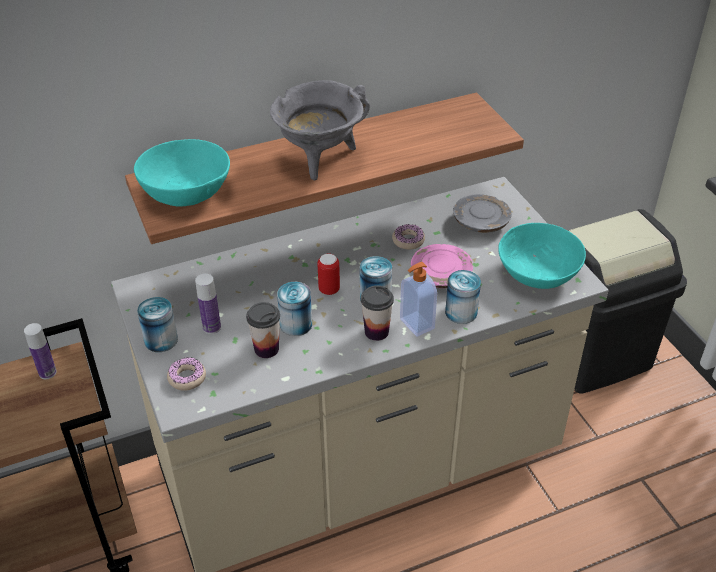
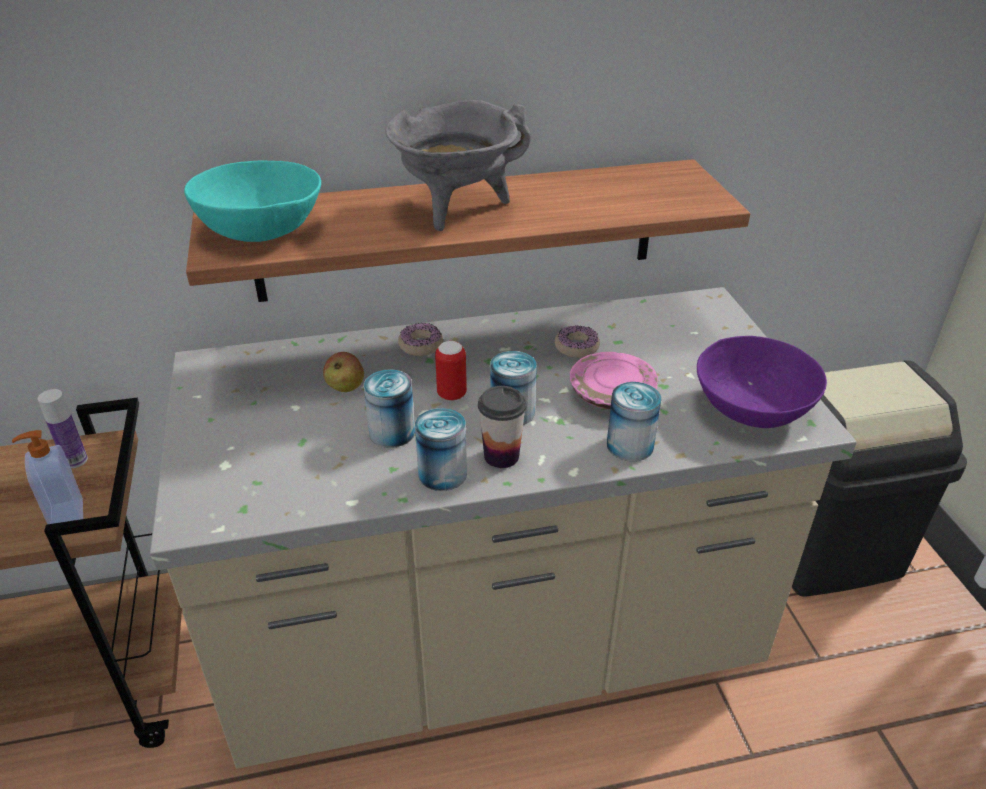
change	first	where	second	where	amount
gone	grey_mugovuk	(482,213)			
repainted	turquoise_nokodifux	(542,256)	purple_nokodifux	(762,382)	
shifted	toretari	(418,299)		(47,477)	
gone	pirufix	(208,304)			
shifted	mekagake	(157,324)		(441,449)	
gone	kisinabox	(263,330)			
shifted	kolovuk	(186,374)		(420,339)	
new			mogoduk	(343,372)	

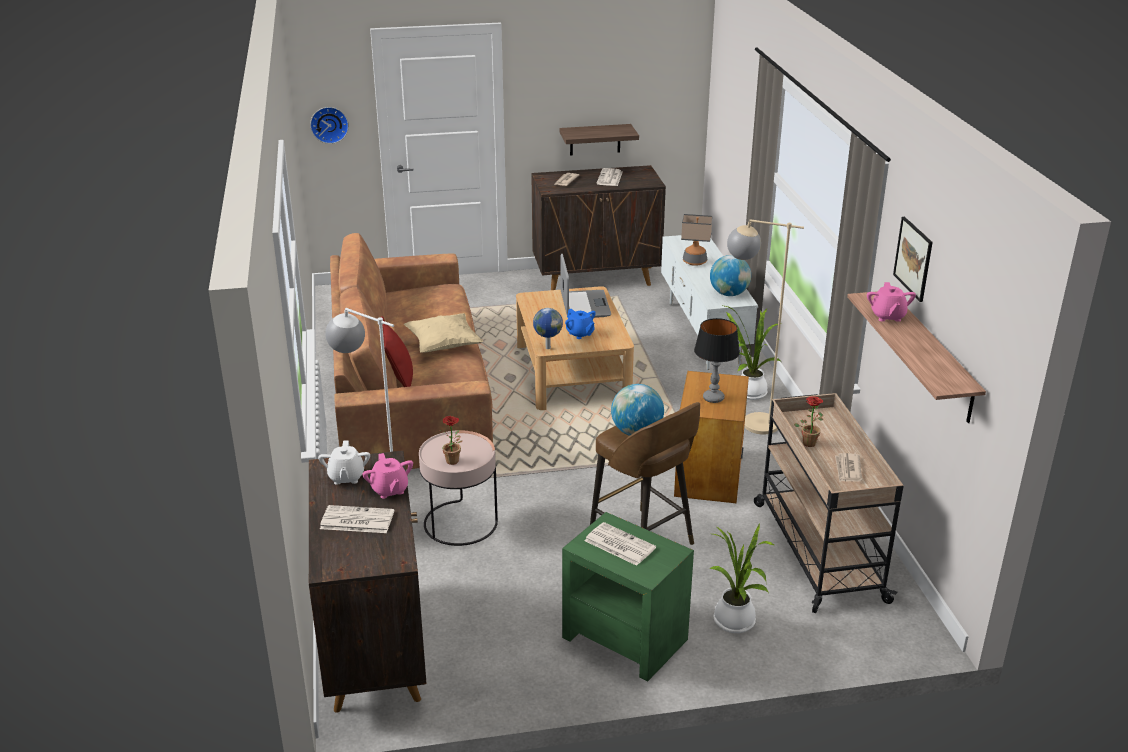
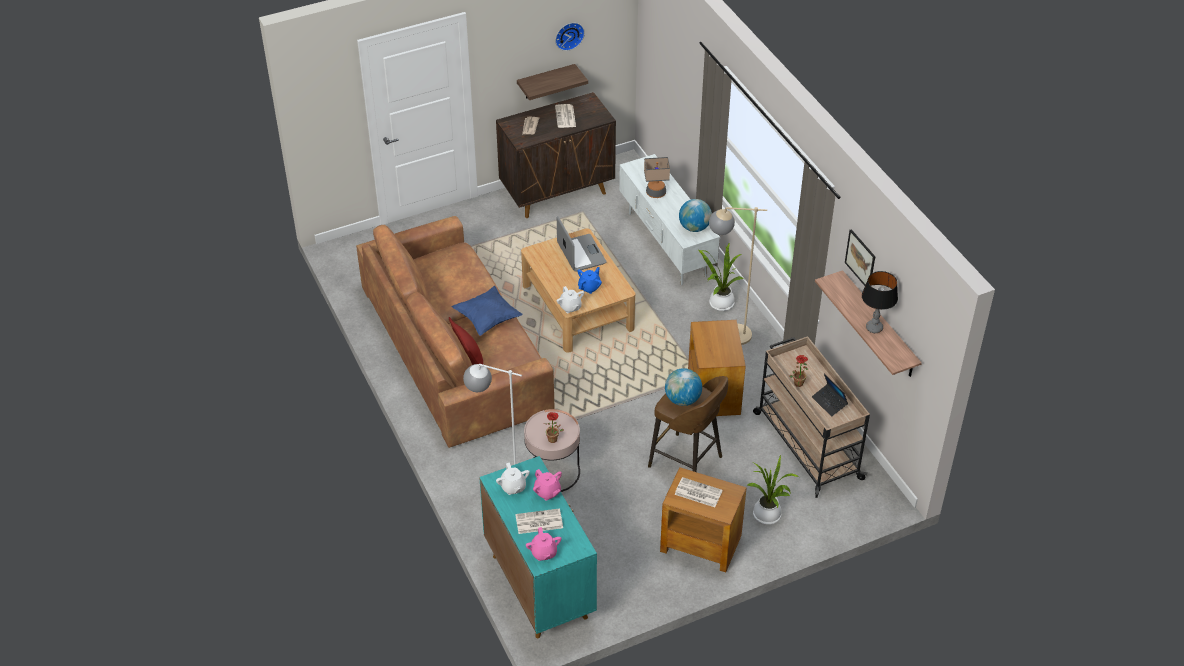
change	first	where	second	where	amount
shifted	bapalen	(329,125)		(570,37)	
shifted	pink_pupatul	(891,302)		(544,544)	
swapped	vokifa	(548,328)	white_pupatul	(570,299)	
rotated	blue_pupatul	(580,324)		(590,280)	90 degrees counterclockwise
repainted	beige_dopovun	(443,333)	blue_dopovun	(487,311)	
shifted	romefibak	(717,360)		(880,302)	
repainted	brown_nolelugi	(368,582)	turquoise_nolelugi	(538,547)	
swapped	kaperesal	(848,467)	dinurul	(830,395)	
repainted	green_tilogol	(628,597)	brown_tilogol	(703,519)	

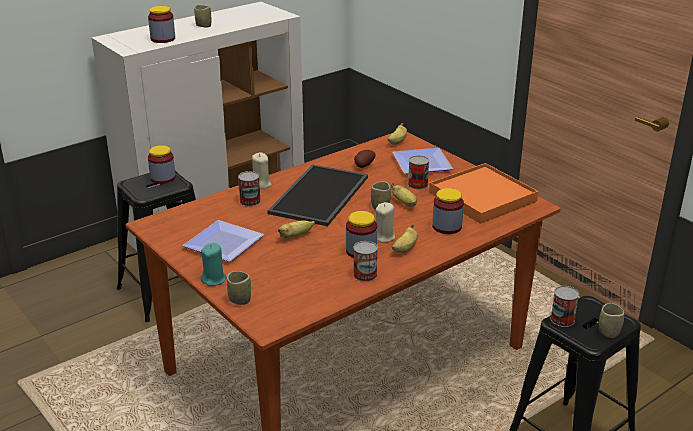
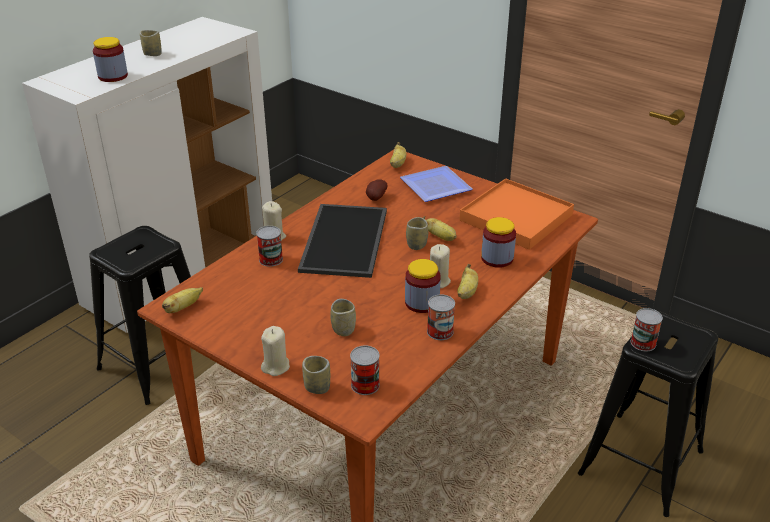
change	first	where	second	where	amount
gone	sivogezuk	(162,164)			
shifted	mekagake	(418,172)		(365,370)	
gone	mugovuk	(223,241)			
shifted	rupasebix	(296,229)		(182,300)	
repainted	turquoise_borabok	(214,264)	beige_borabok	(275,351)	
shifted	kisinabox	(611,320)		(343,317)	

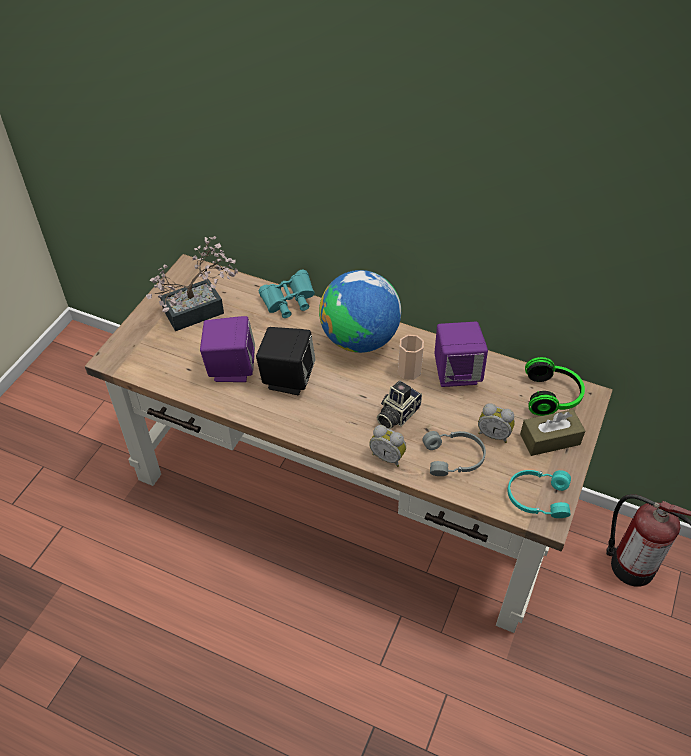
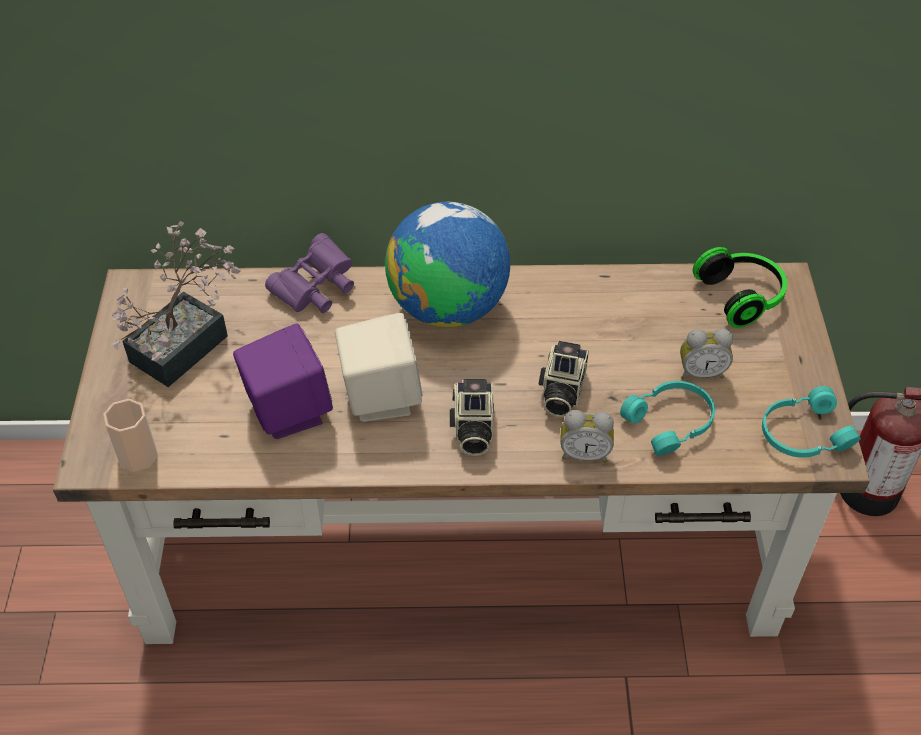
change	first	where	second	where	amount
repainted	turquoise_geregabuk	(287,294)	purple_geregabuk	(309,273)	
gone	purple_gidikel	(461,354)			
repainted	black_gidikel	(286,361)	beige_gidikel	(379,367)	
shifted	kisinabox	(411,357)		(130,435)	
gone	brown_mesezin	(552,432)			
repainted	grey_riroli	(454,453)	turquoise_riroli	(667,418)	
new			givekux	(472,417)	

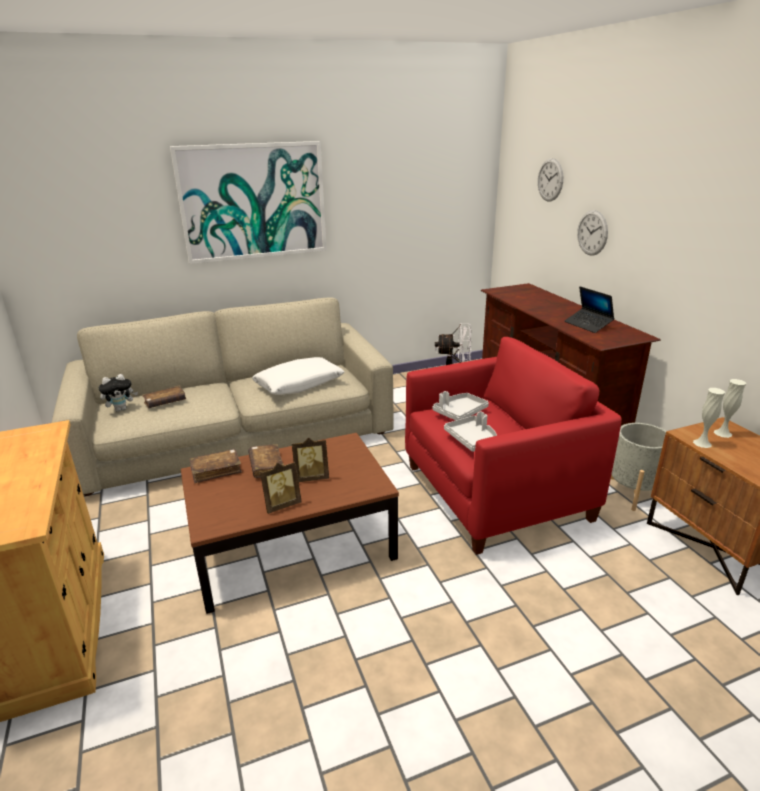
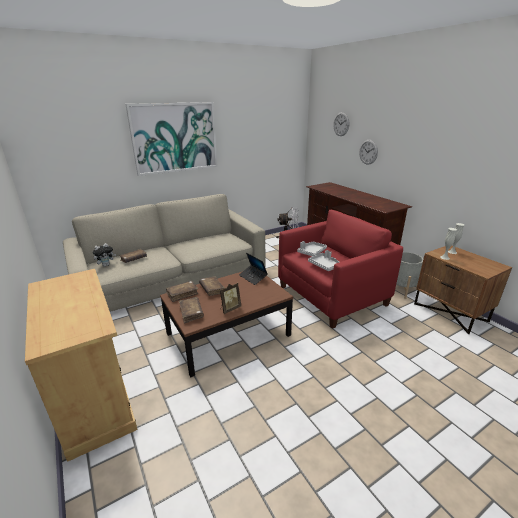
change	first	where	second	where	amount
shifted	dinurul	(589,310)		(253,269)	
gone	white_dopovun	(298,376)			
gone	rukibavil	(310,460)			
new			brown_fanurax	(191,310)	

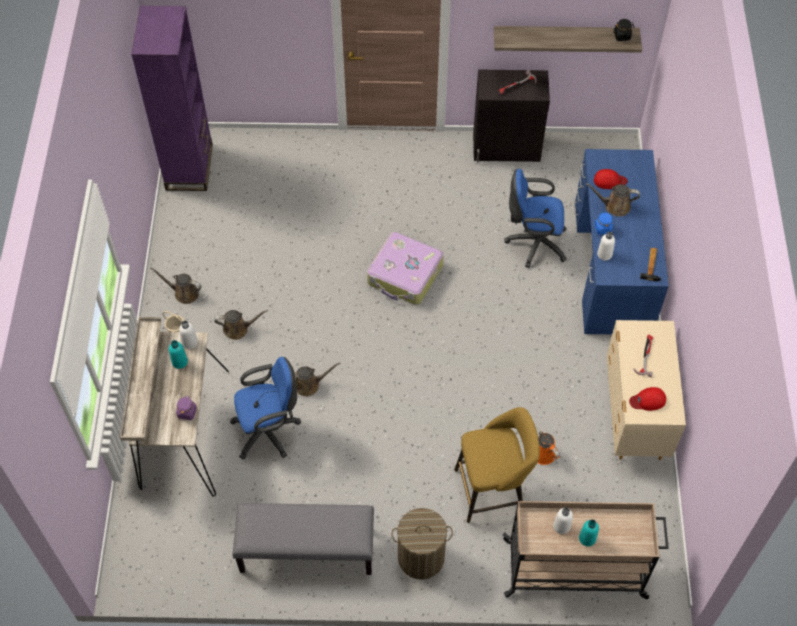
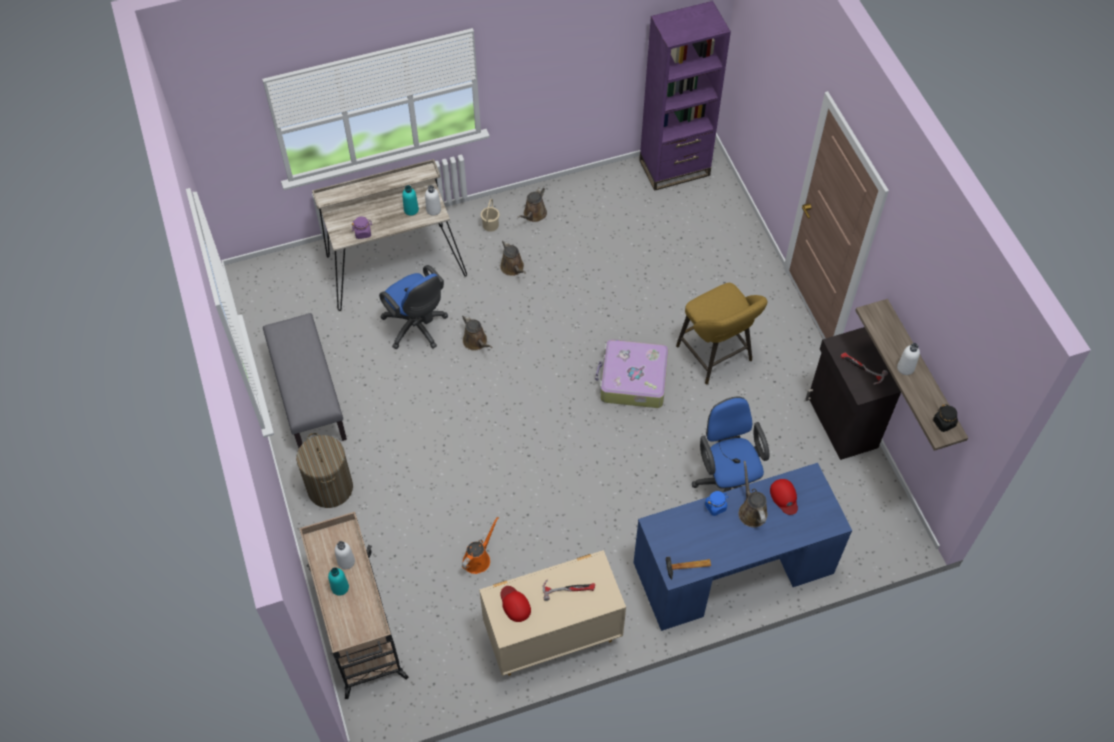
change	first	where	second	where	amount
shifted	white_pirufix	(606,246)		(908,359)	
rotated	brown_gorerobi	(176,285)		(532,204)	150 degrees counterclockwise
shifted	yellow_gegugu	(497,465)		(721,333)	

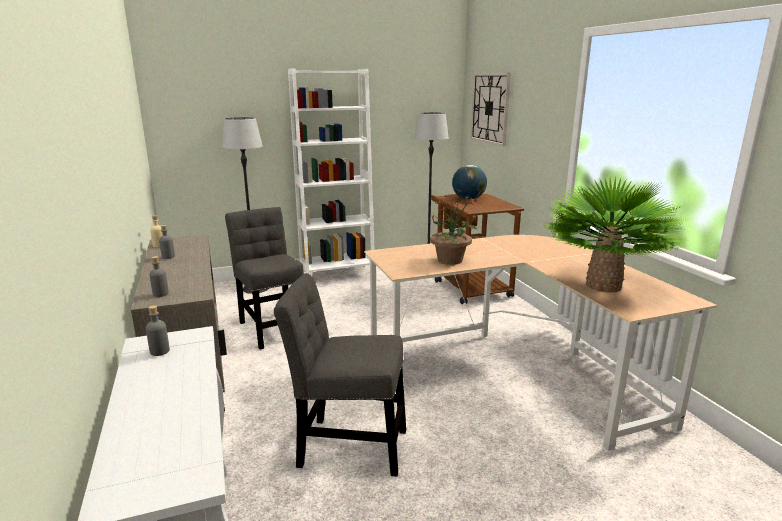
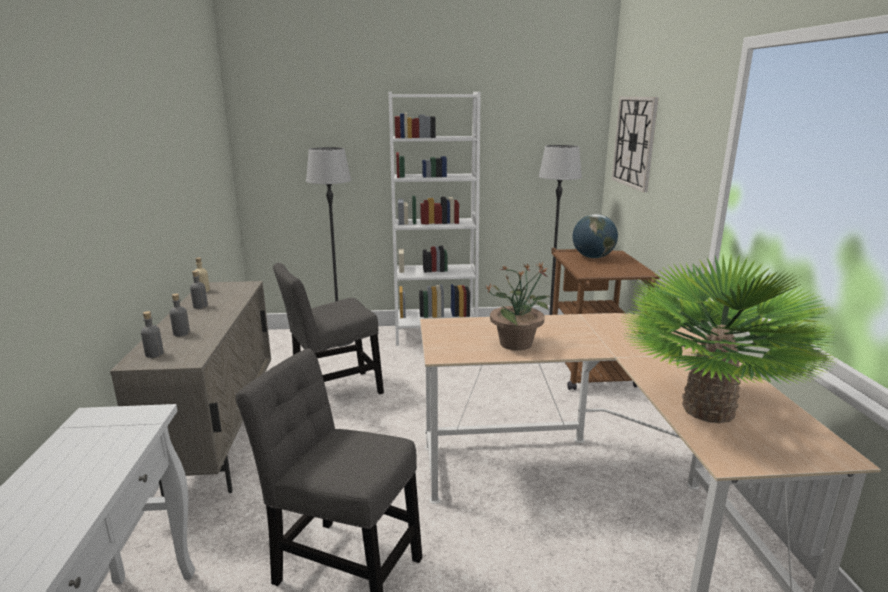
change	first	where	second	where	amount
rotated	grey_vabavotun	(264,278)		(328,328)	105 degrees counterclockwise
shifted	grey_pirufix	(158,330)		(180,314)	

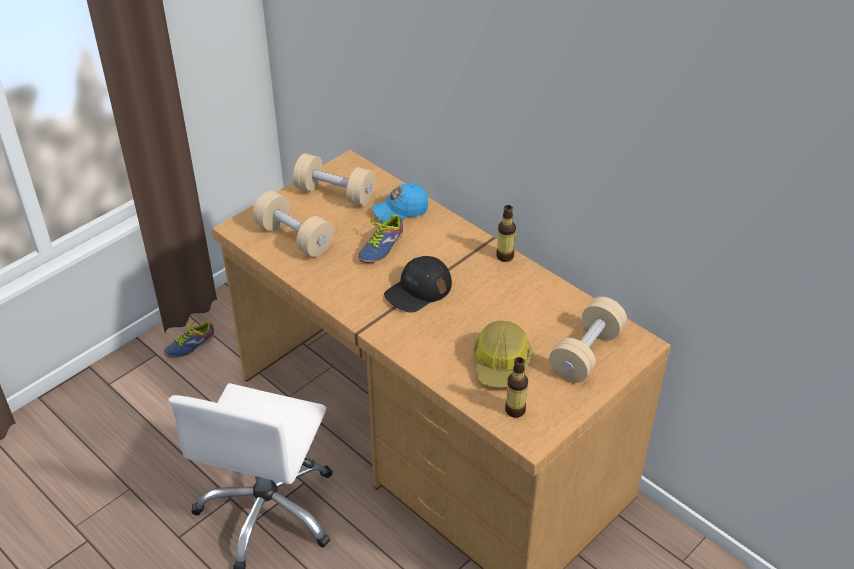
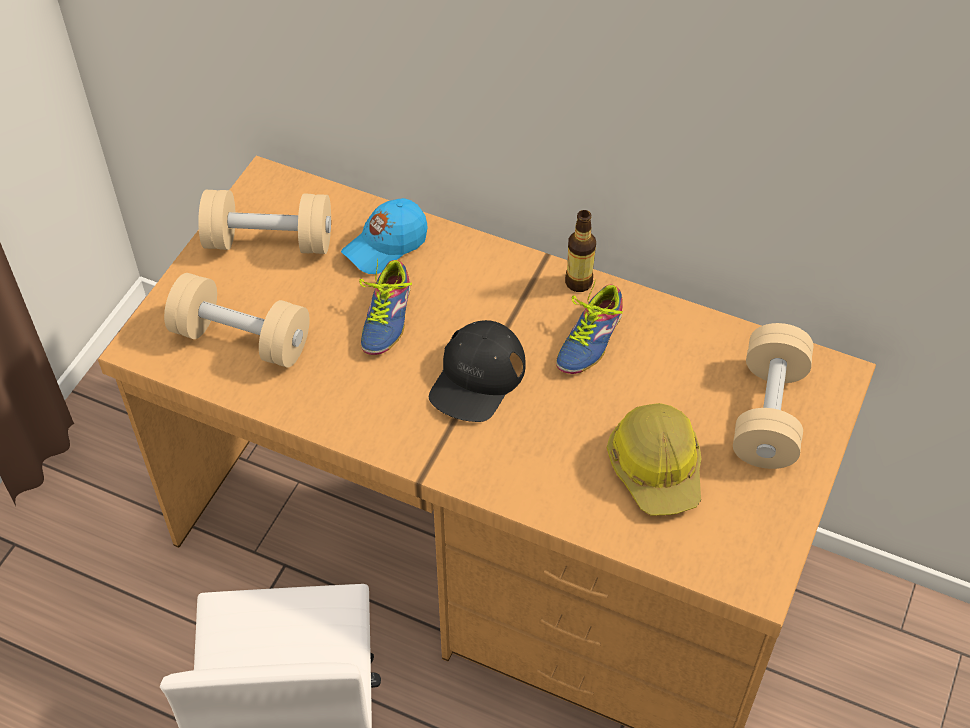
change	first	where	second	where	amount
shifted	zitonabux	(189,338)		(589,326)	
gone	pirufix	(516,387)			

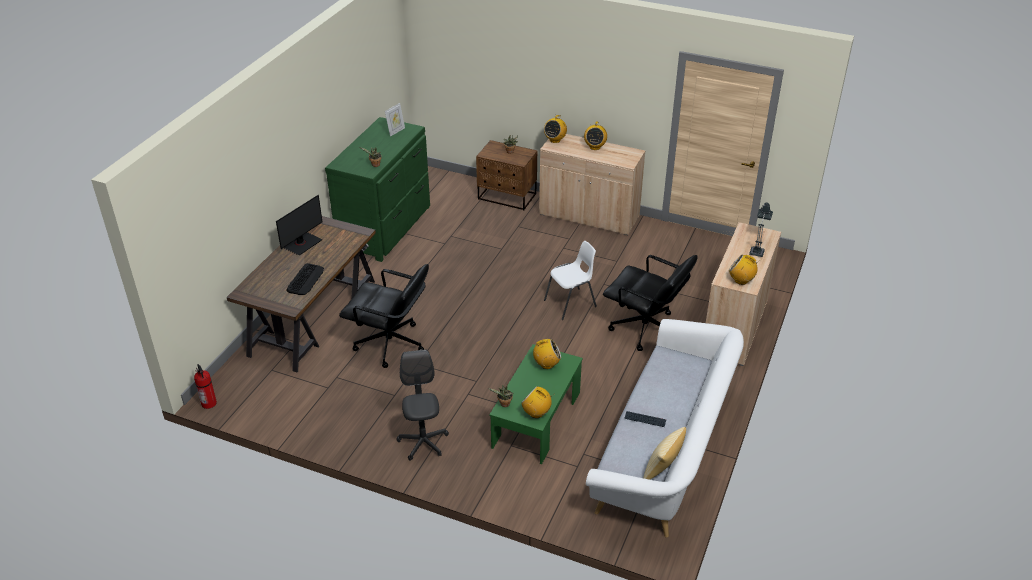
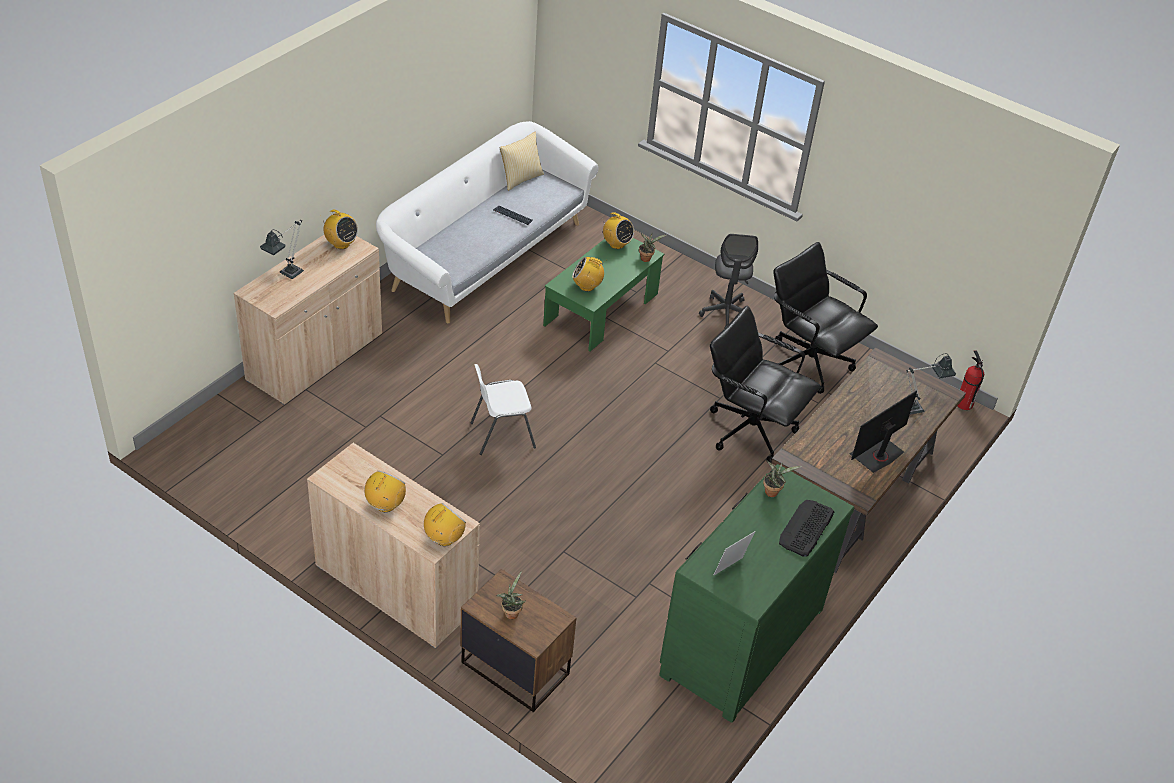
change	first	where	second	where	amount
shifted	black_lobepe	(650,303)		(825,318)	
shifted	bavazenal	(305,279)		(806,528)	
new			romefibak	(931,384)	

